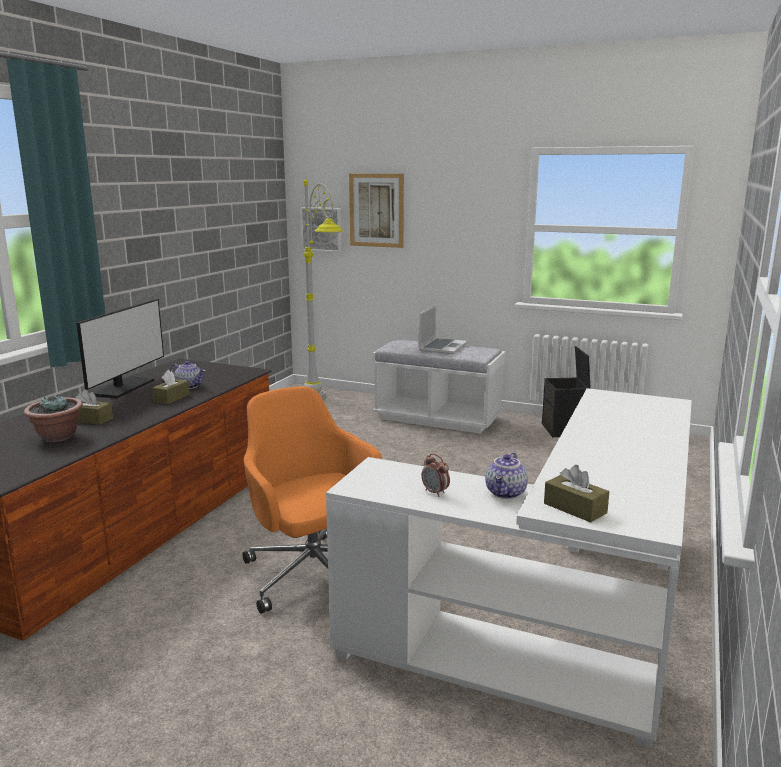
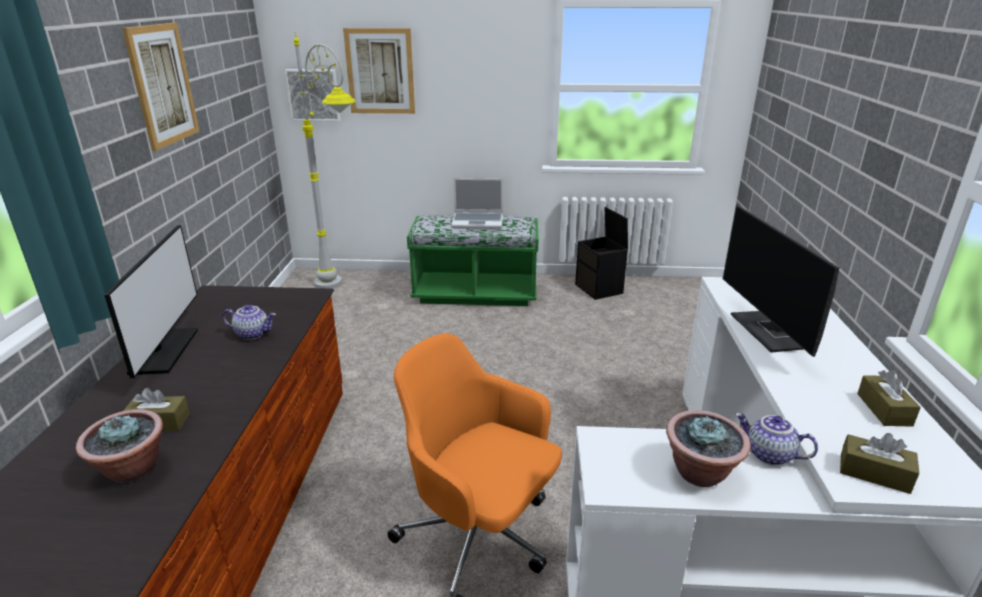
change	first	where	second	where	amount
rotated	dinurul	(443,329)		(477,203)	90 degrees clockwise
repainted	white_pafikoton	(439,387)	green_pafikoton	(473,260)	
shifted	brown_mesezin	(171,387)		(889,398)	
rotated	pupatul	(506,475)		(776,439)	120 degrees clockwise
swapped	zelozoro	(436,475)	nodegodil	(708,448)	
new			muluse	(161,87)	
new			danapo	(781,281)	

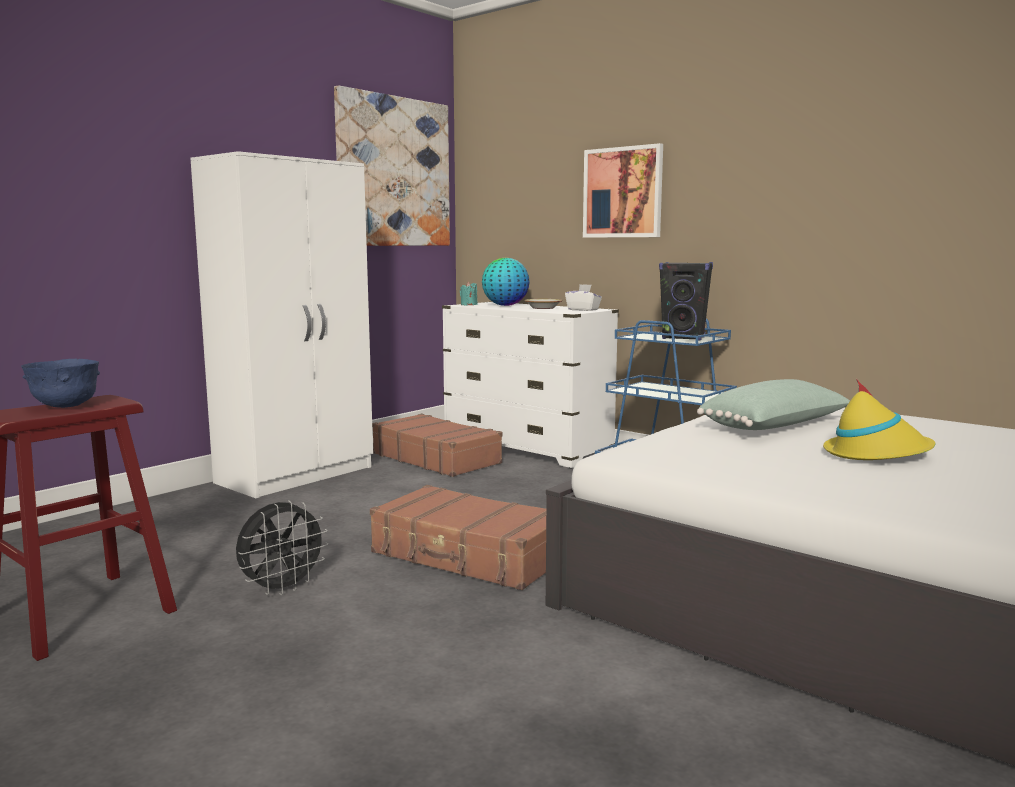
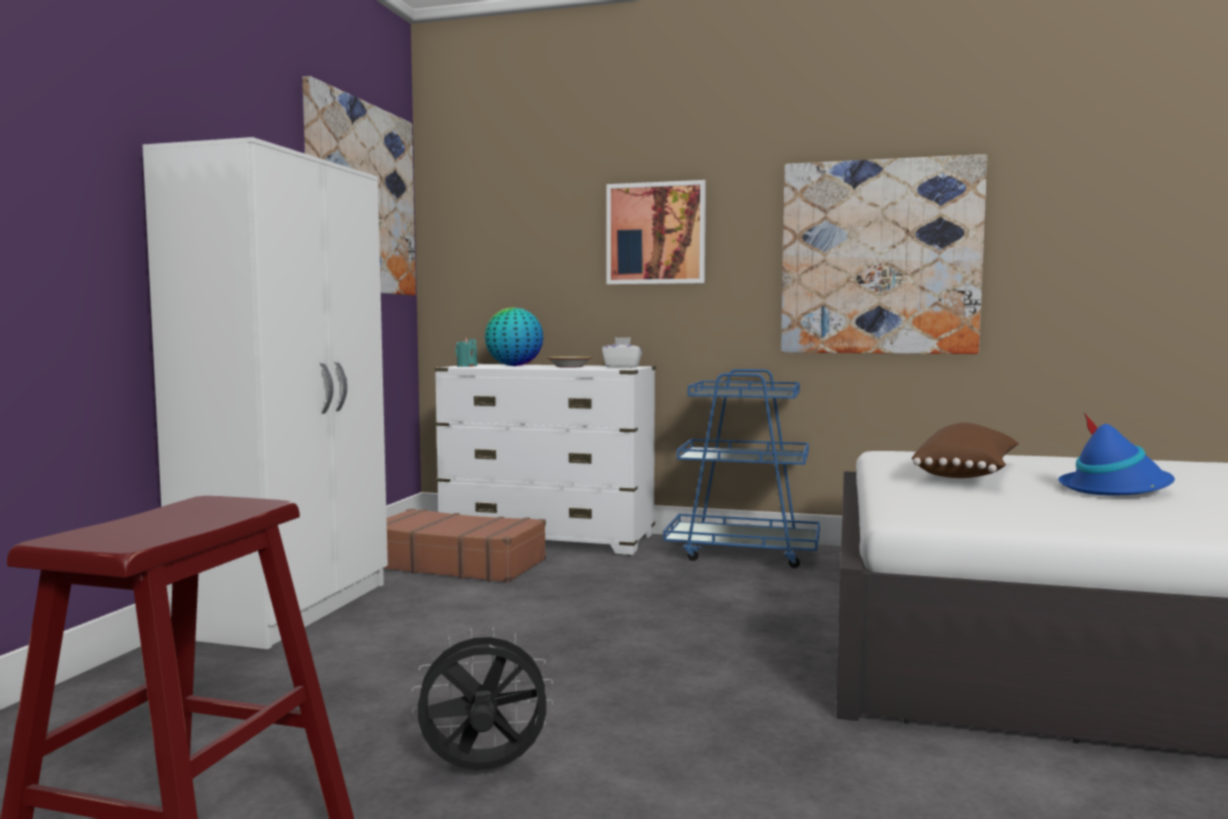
change	first	where	second	where	amount
gone	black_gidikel	(686,301)			
gone	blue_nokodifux	(60,383)			
repainted	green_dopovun	(773,404)	brown_dopovun	(965,450)	
repainted	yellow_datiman	(879,419)	blue_datiman	(1116,454)	
gone	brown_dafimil	(458,537)			
rotated	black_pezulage	(282,547)		(482,698)	120 degrees counterclockwise
new			muluse	(884,254)	

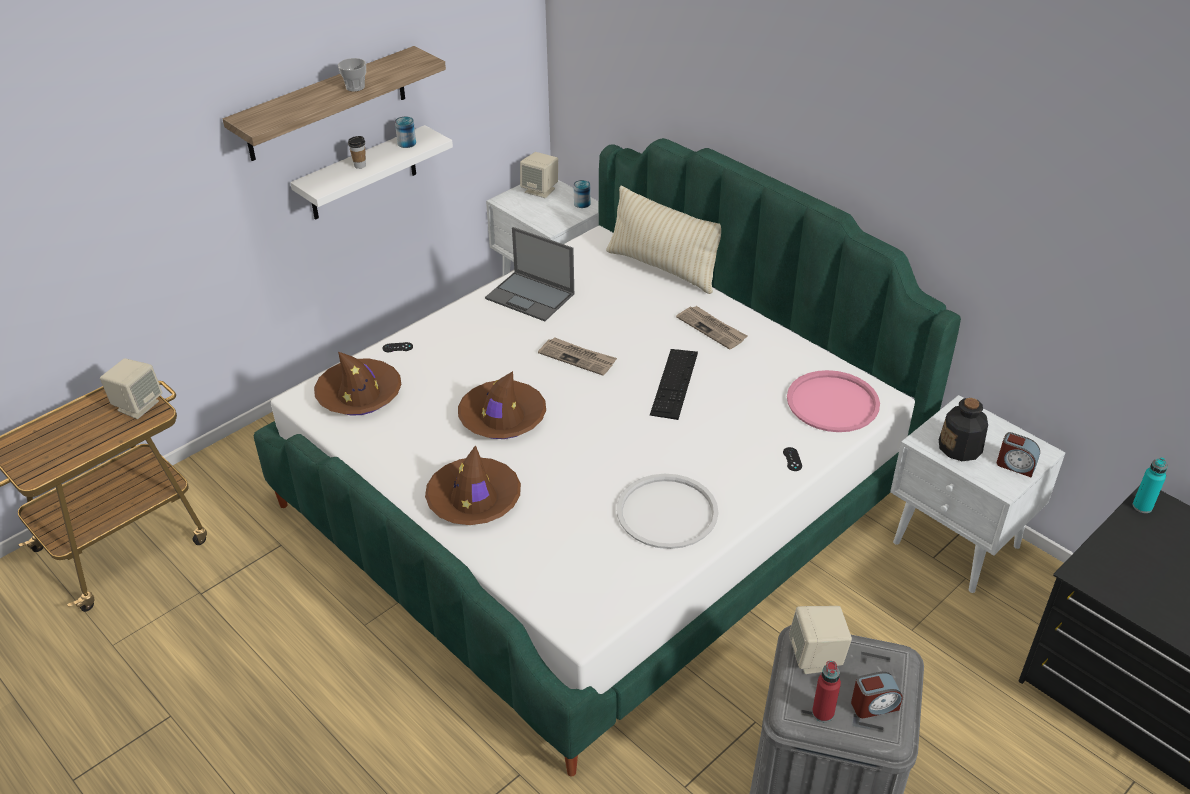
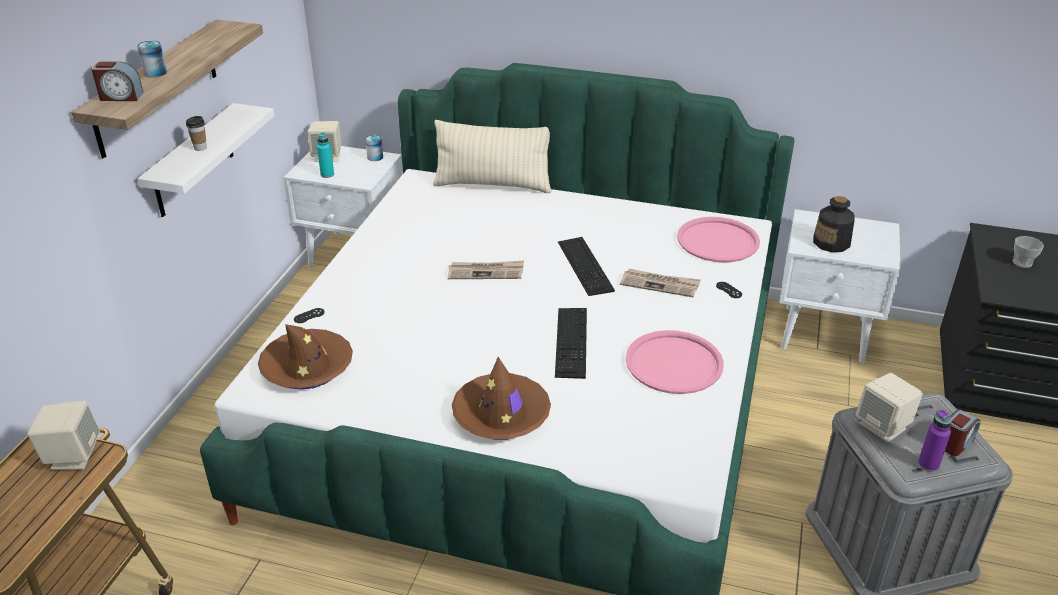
change	first	where	second	where	amount
shifted	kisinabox	(352,75)		(1028,252)	
shifted	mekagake	(405,132)		(152,59)	
gone	dinurul	(530,274)			
shifted	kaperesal	(711,327)		(660,283)	
gone	brown_datiman	(502,405)			
shifted	zelozoro	(1018,454)		(117,81)	
shifted	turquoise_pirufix	(1150,485)		(325,155)	
repainted	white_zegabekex	(667,511)	pink_zegabekex	(675,362)	
repainted	red_pirufix	(826,691)	purple_pirufix	(935,440)	
new			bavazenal	(571,343)	

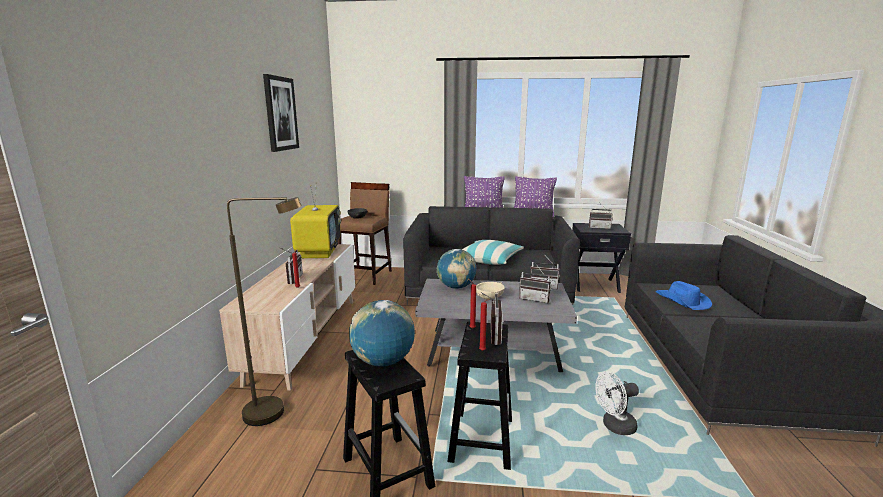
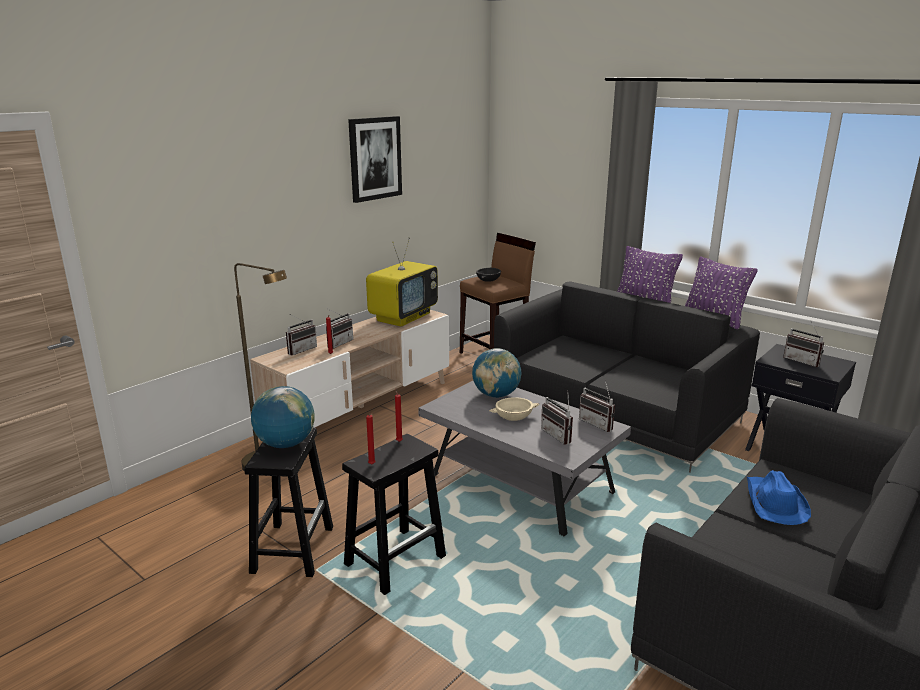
change	first	where	second	where	amount
gone	dopovun	(493,252)			
shifted	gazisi	(491,318)		(301,334)	
gone	white_pezulage	(617,403)			

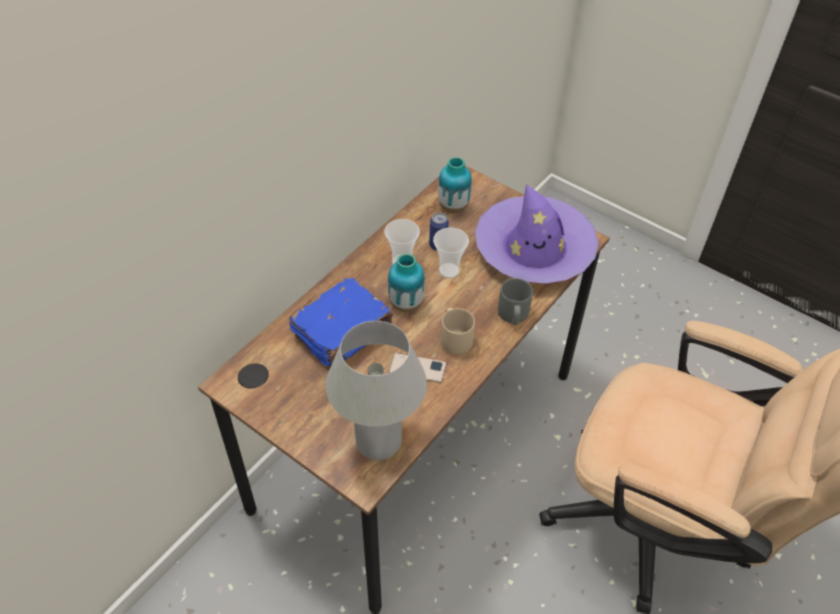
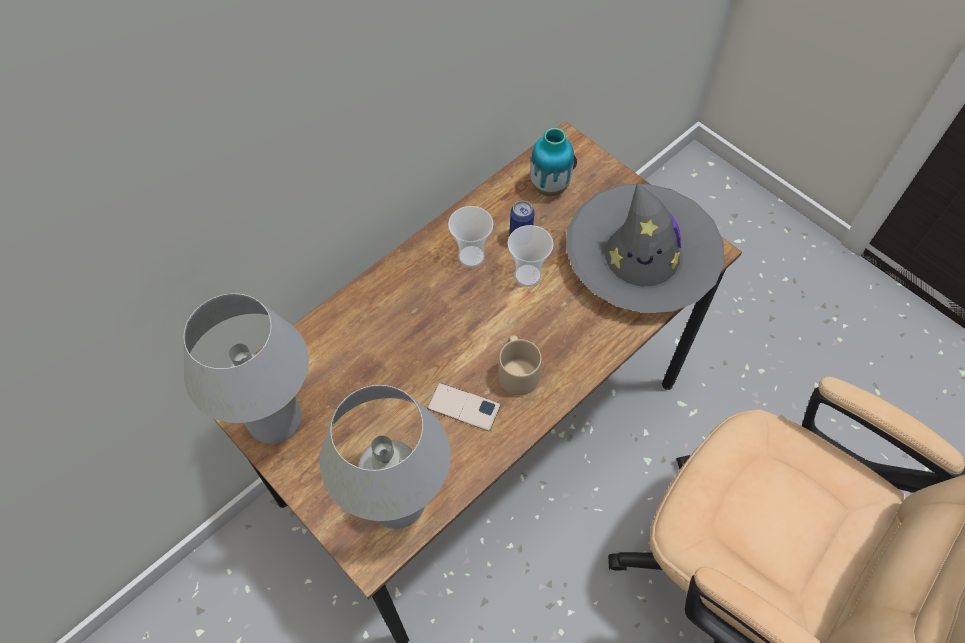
change	first	where	second	where	amount
repainted	purple_datiman	(537,234)	grey_datiman	(645,248)	
gone	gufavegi	(406,282)			
gone	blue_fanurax	(341,322)			
gone	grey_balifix	(515,301)			
new			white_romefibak	(246,368)	

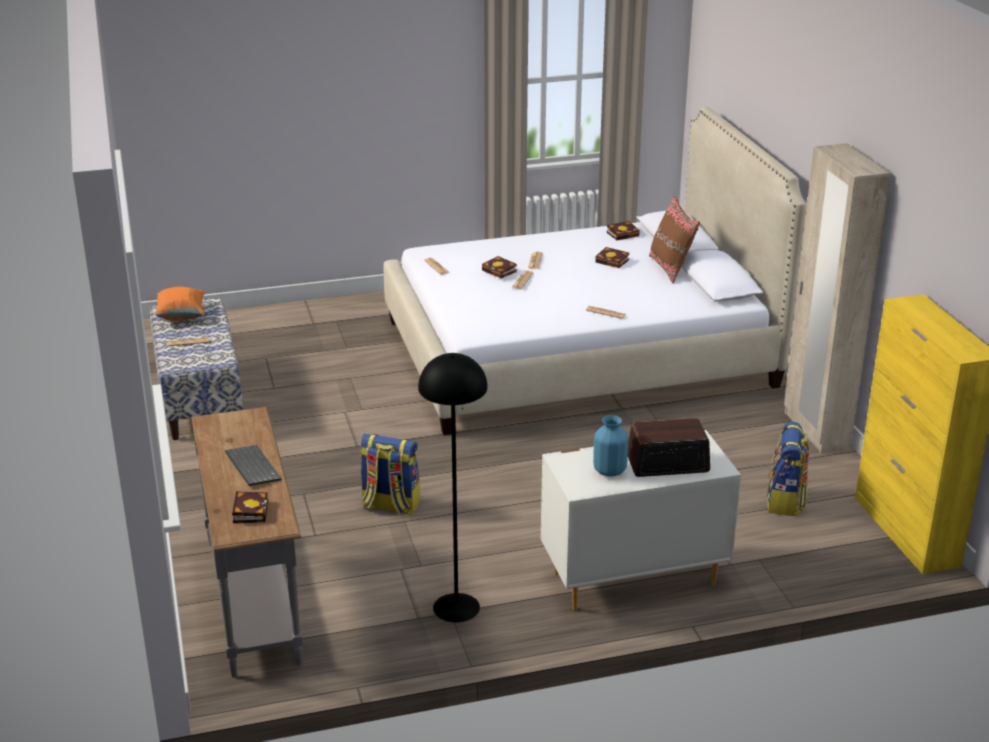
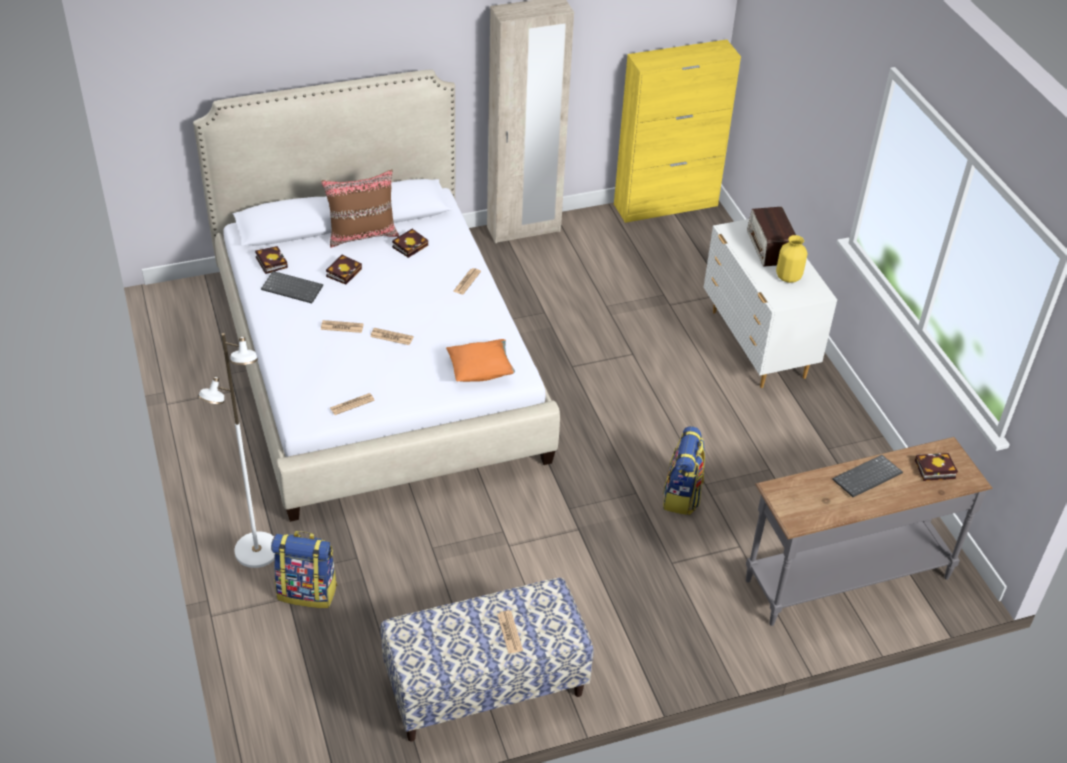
change	first	where	second	where	amount
shifted	fanurax	(499,267)		(410,243)	
shifted	orange_dopovun	(179,304)		(480,360)	
gone	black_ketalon	(453,487)			
repainted	blue_gufavegi	(610,445)	yellow_gufavegi	(792,259)	
shifted	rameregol	(788,468)		(304,569)	
new			bavazenal	(292,287)	
new			white_ketalon	(236,450)	

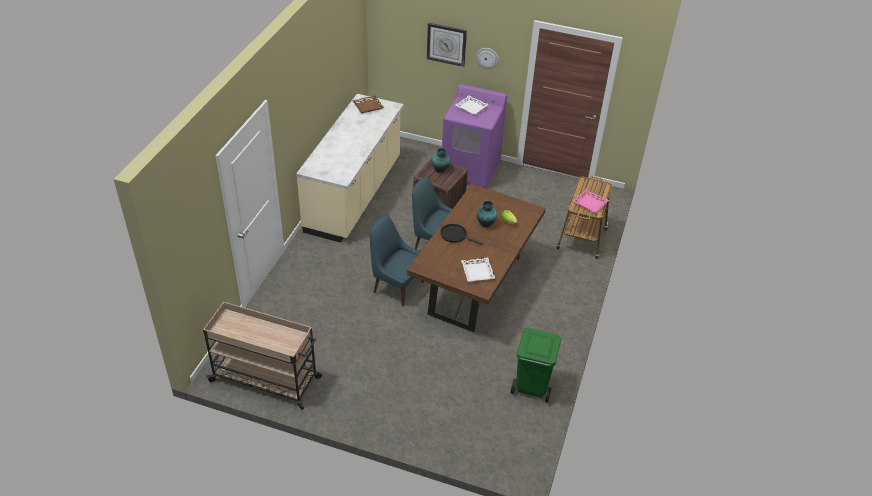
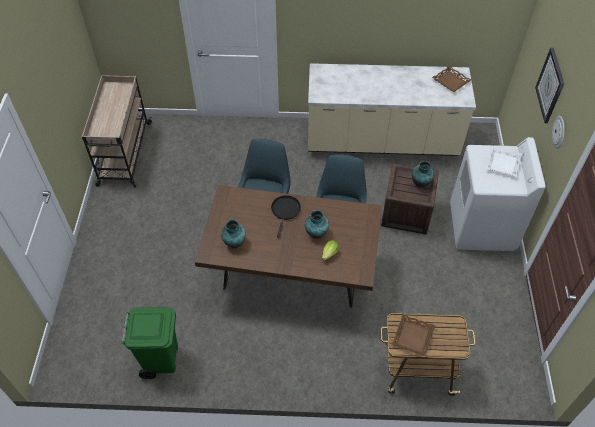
change	first	where	second	where	amount
repainted	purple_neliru	(474,136)	white_neliru	(498,194)	
repainted	pink_zegabekex	(591,201)	brown_zegabekex	(413,335)	
swapped	white_zegabekex	(478,270)	gufavegi	(233,233)	

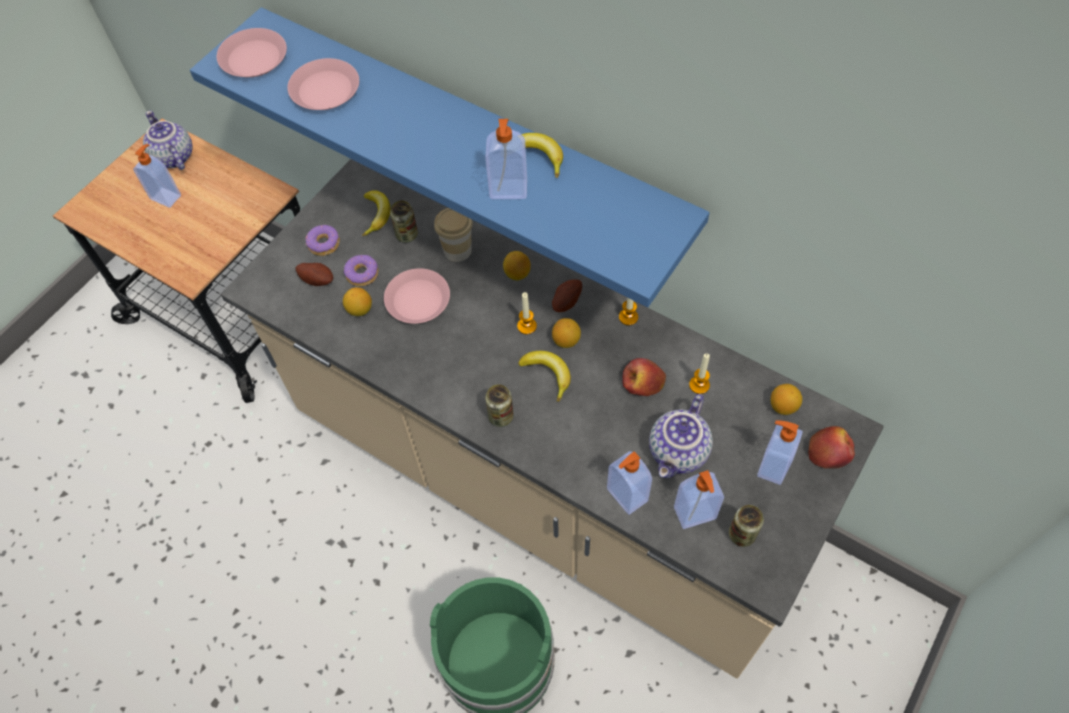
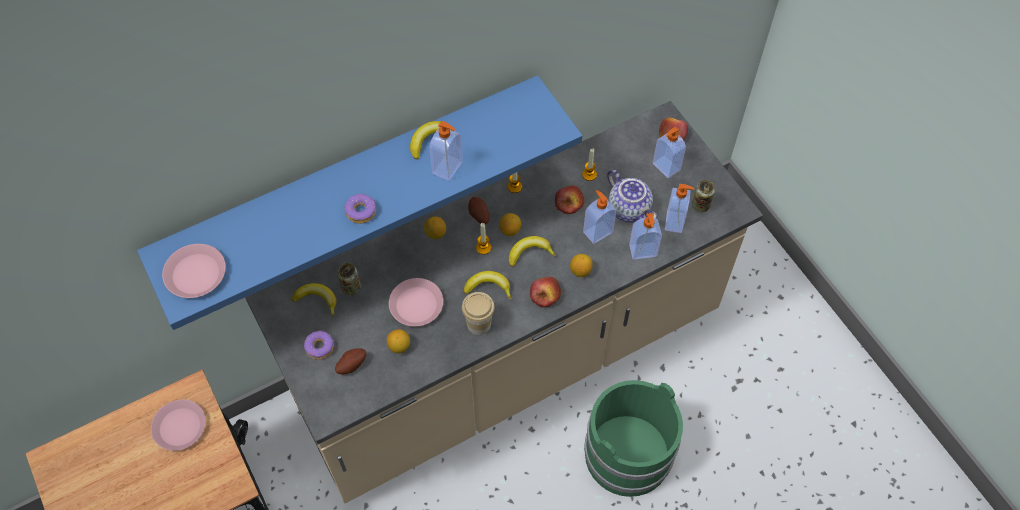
change	first	where	second	where	amount
shifted	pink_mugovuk	(323,84)		(178,425)	
gone	pupatul	(168,140)			
shifted	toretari	(157,176)		(599,217)	
shifted	kisinabox	(453,235)		(478,313)	
shifted	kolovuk	(361,270)		(360,209)	
swapped	mekagake	(499,405)	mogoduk	(545,292)	
shifted	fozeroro	(786,399)		(581,265)	
new			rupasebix	(487,285)	

